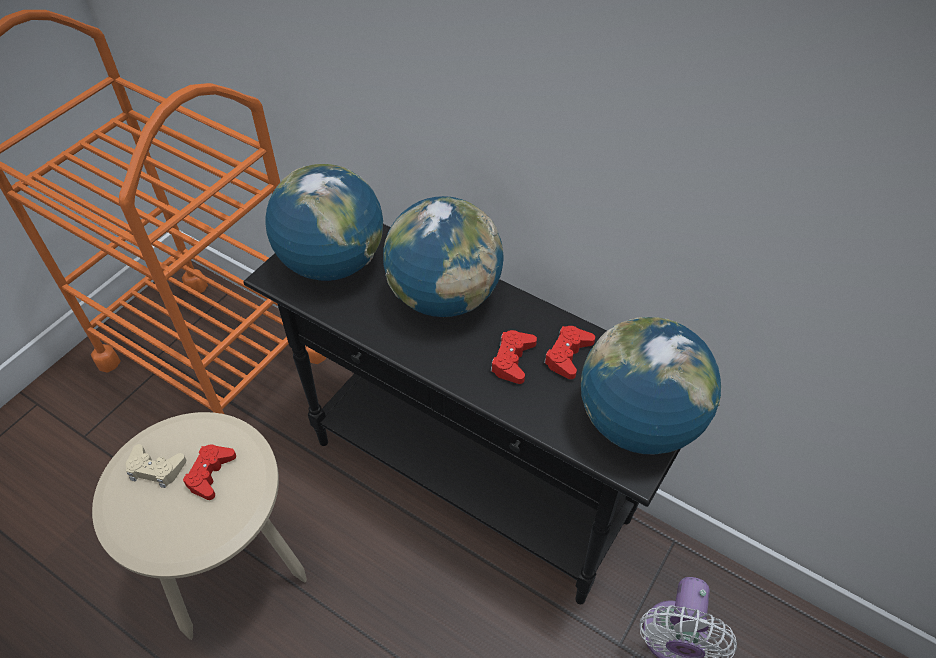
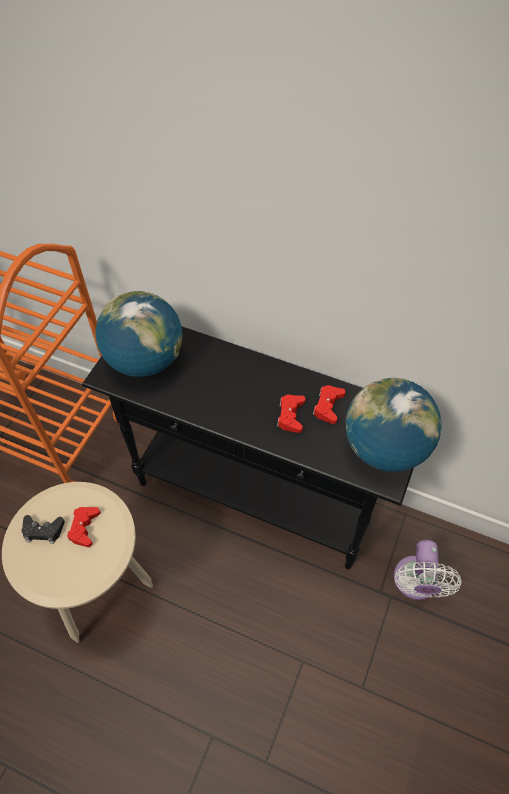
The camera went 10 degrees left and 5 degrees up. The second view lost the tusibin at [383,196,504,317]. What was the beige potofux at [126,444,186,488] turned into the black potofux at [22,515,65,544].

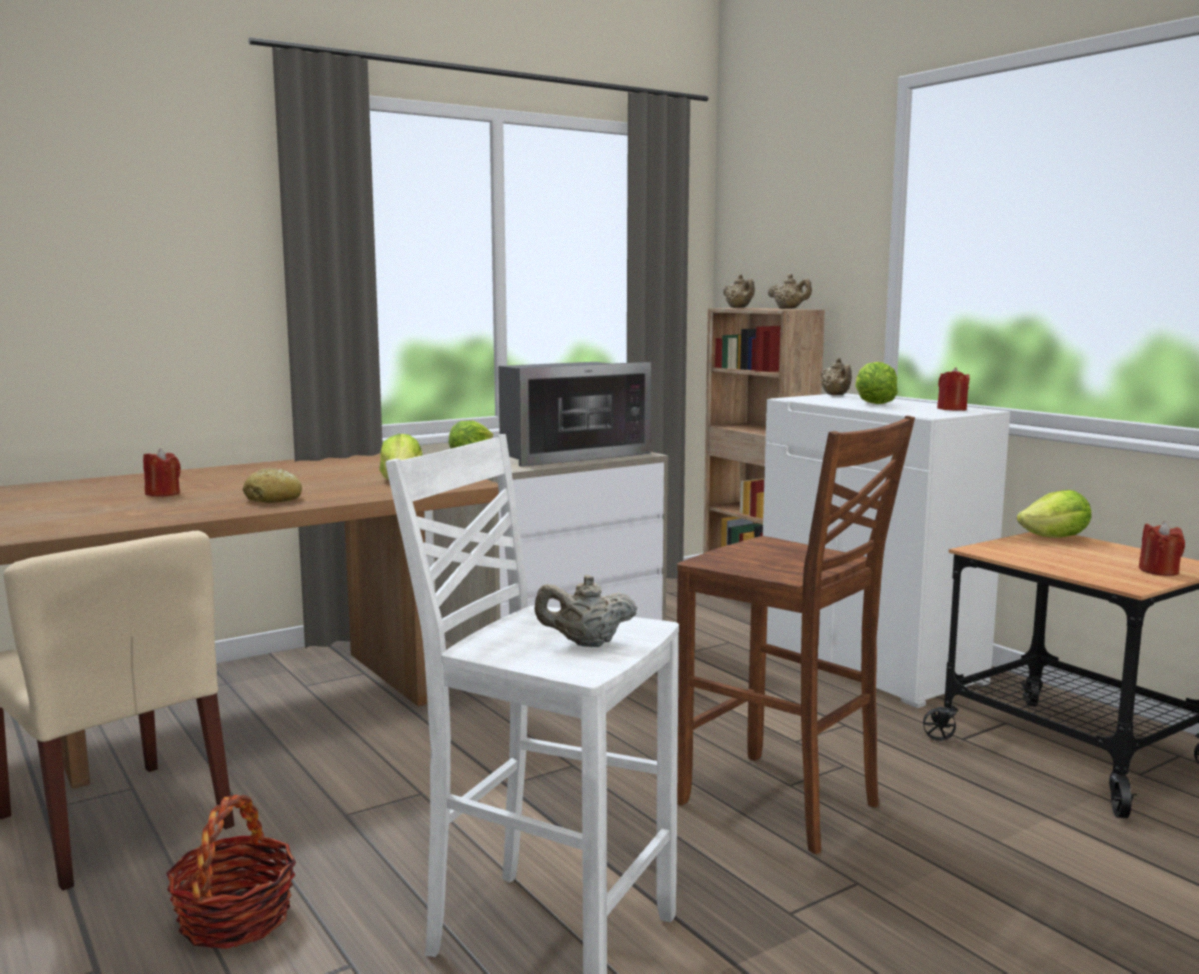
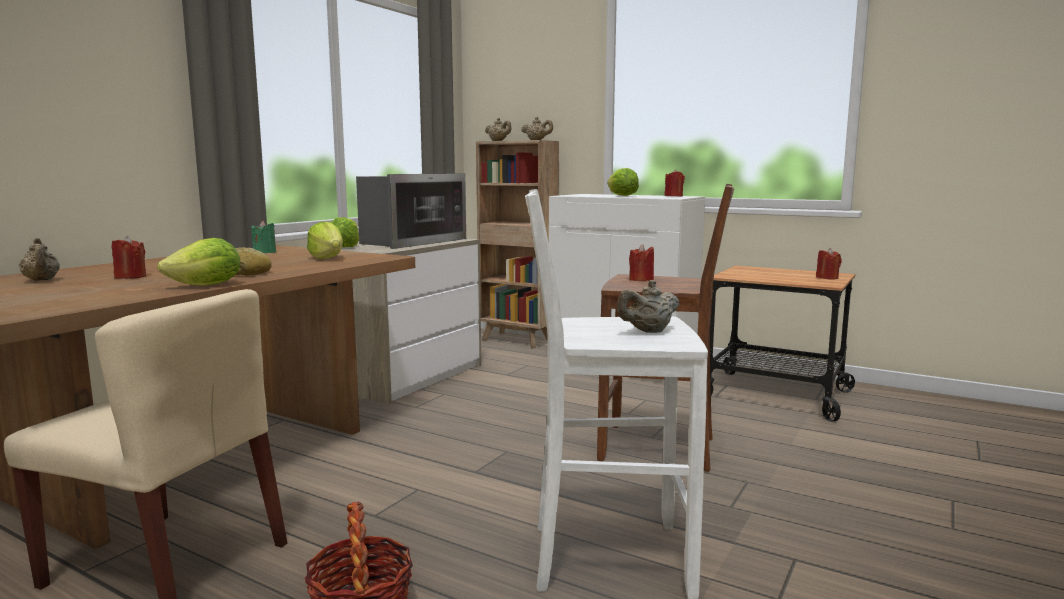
The camera went 25 degrees left and 0 degrees up. The second view gained the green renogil at [251,220,276,253]. The second view gained the red renogil at [629,244,654,281]. The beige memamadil ended up elsewhere, having gone from [821,358,852,395] to [18,238,60,281]. The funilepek ended up elsewhere, having gone from [1017,490,1091,538] to [157,238,240,286].

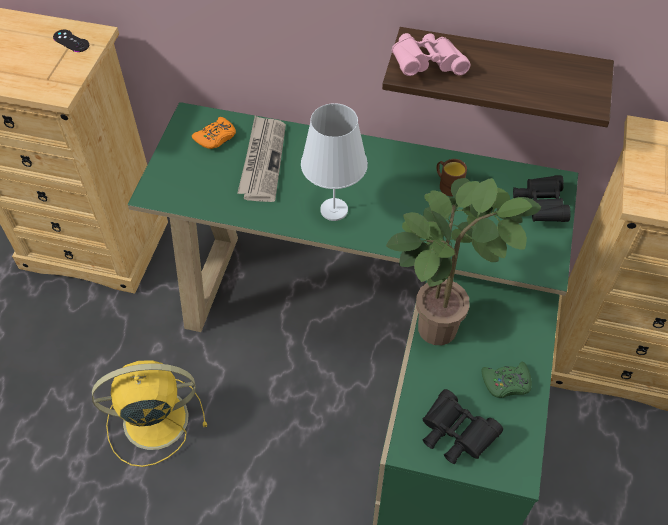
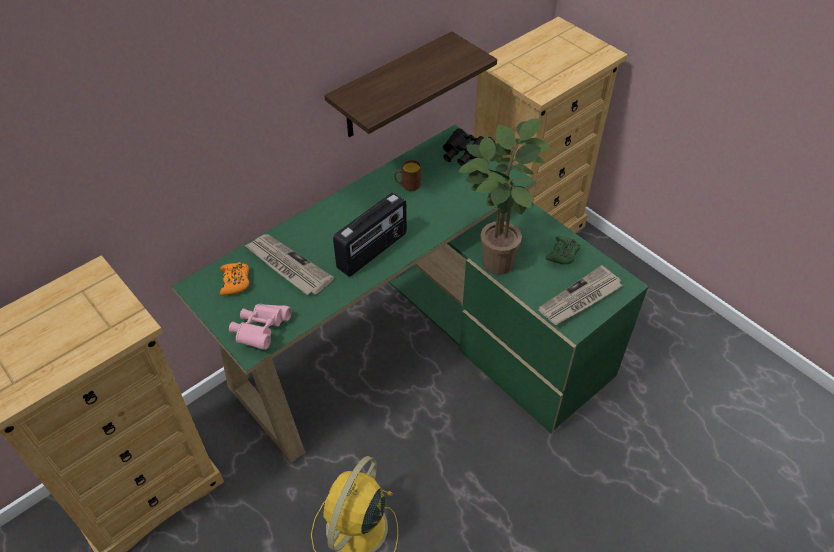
The camera went 55 degrees left and 5 degrees down. The second view lost the black potofux at [53,30,89,52]. The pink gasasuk ended up elsewhere, having gone from [392,33,470,76] to [229,304,292,350]. Where the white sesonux stood at [301,103,368,221], the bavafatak came to stand at [333,192,407,277]. Where the black gasasuk stood at [423,389,503,464], the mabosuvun came to stand at [538,265,623,325].

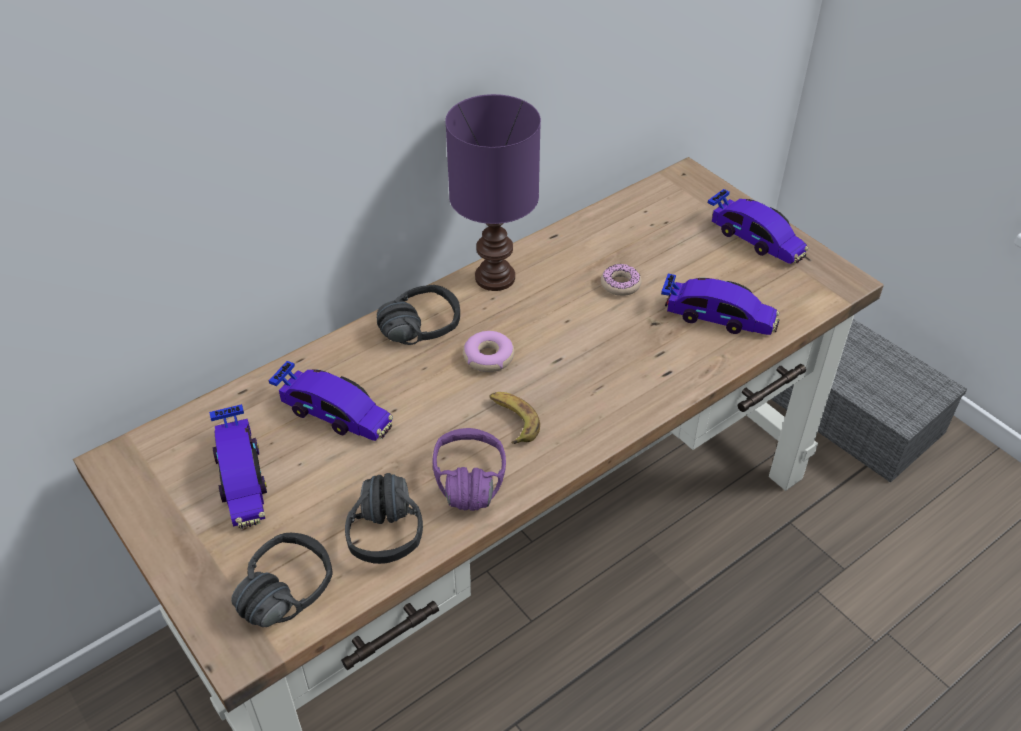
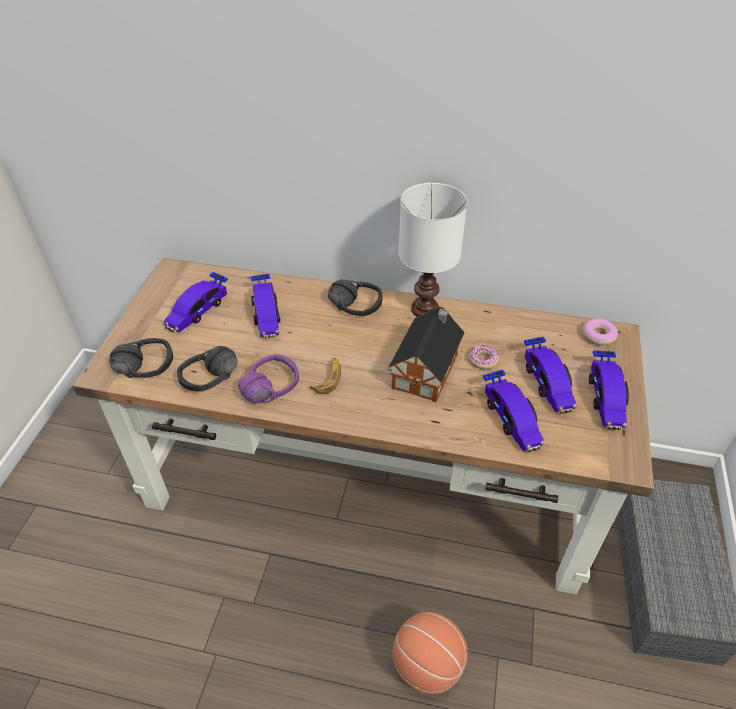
The camera went 50 degrees right and 0 degrees up. The second view gained the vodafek at [388,307,465,402]. The second view gained the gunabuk at [392,612,468,695]. The second view gained the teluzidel at [524,337,577,414]. The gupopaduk ended up elsewhere, having gone from [463,331,514,372] to [582,318,618,346]. What was the purple sesonux at [445,94,541,291] turned into the white sesonux at [398,183,468,317].

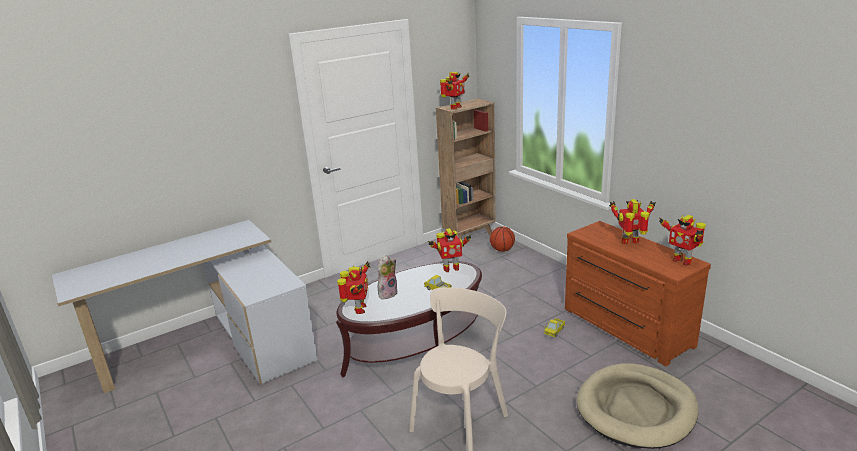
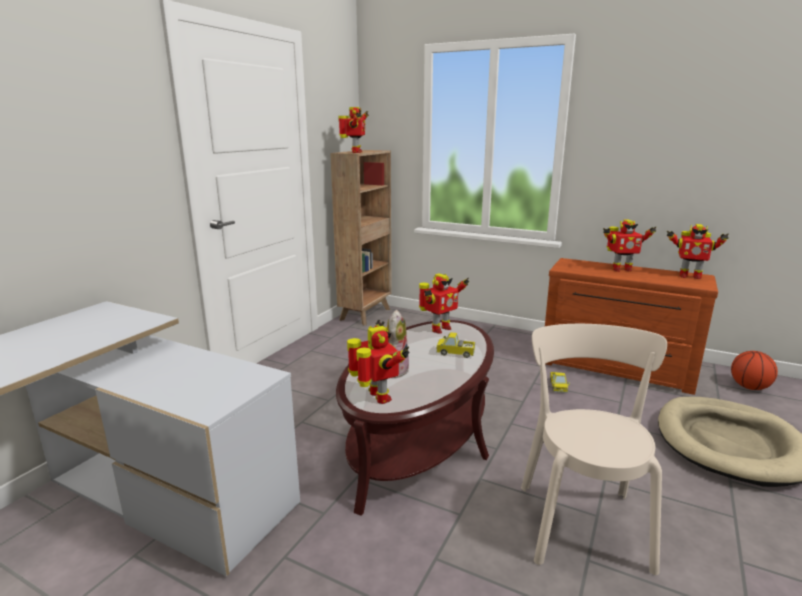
The camera went 30 degrees left and 5 degrees down. The gunabuk ended up elsewhere, having gone from [490,226,515,252] to [731,351,778,390]. The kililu at [609,199,656,244] ended up facing another way, 150 degrees counterclockwise from before.

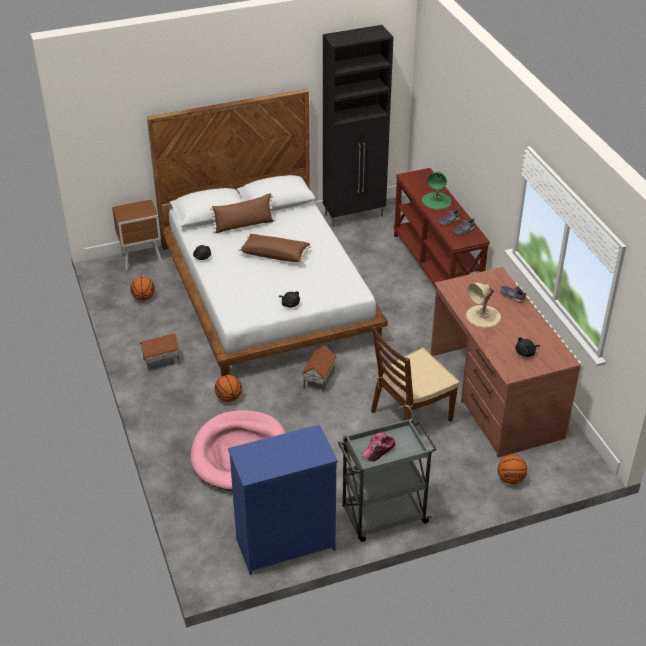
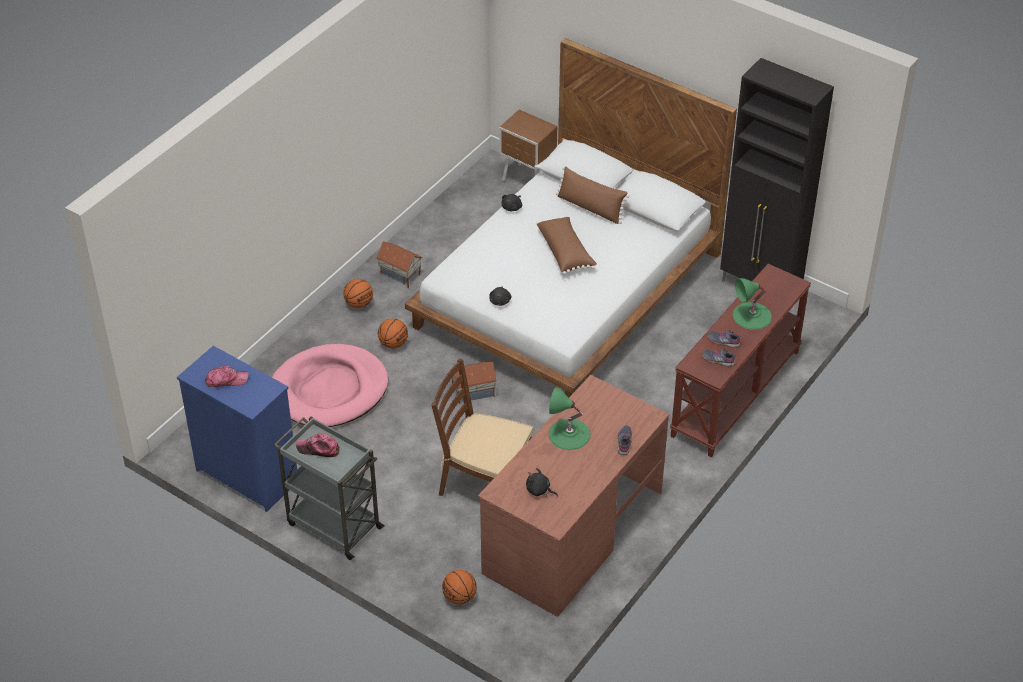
The camera went 55 degrees right and 5 degrees up. The second view gained the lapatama at [205,365,248,387]. The gunabuk ended up elsewhere, having gone from [130,276,155,301] to [343,279,373,308]. What was the beige sesonux at [466,283,501,327] turned into the green sesonux at [549,387,591,450].

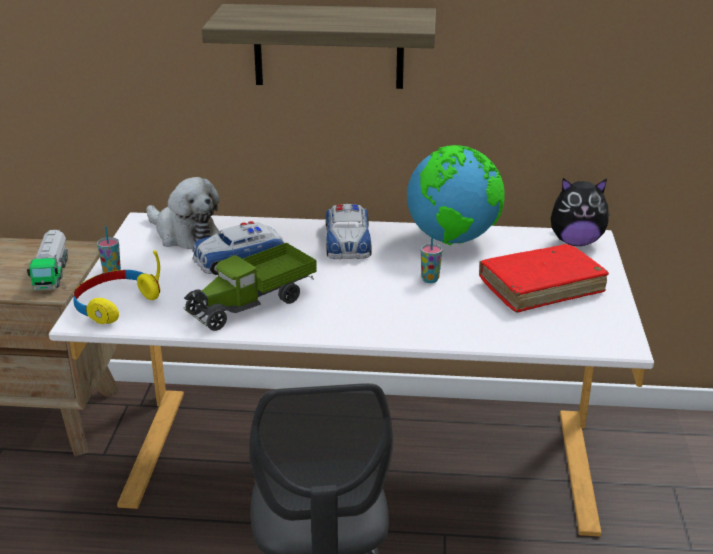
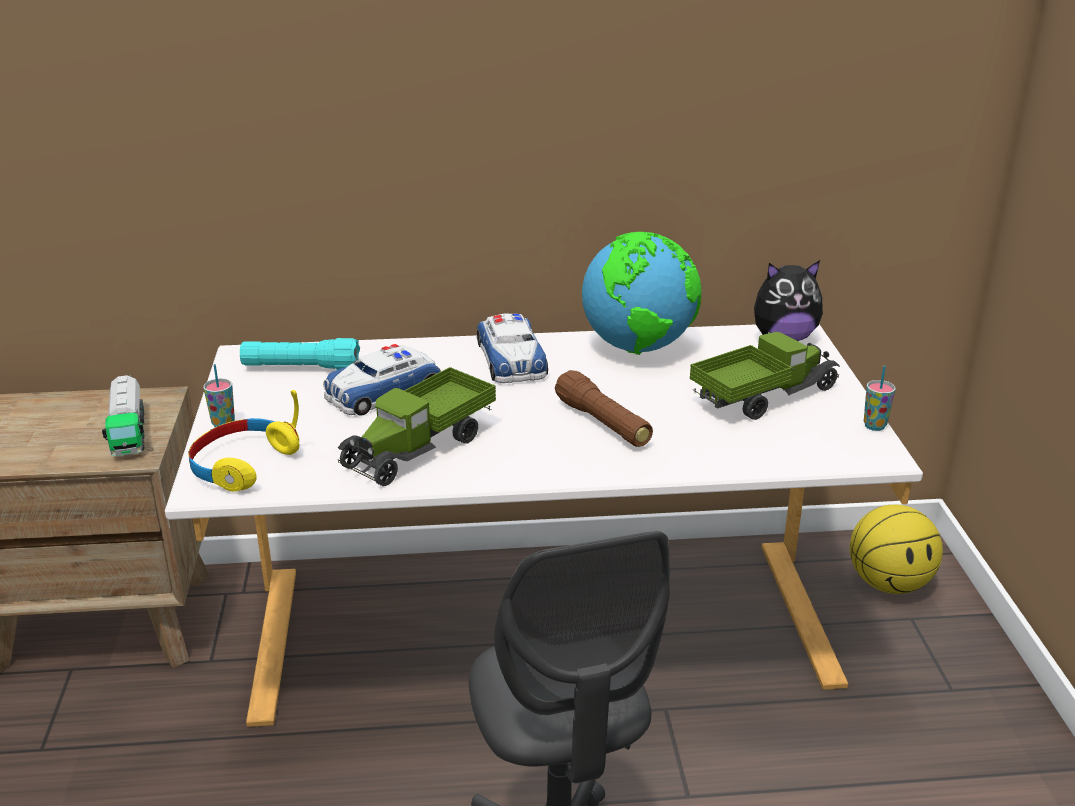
The camera went 10 degrees left and 0 degrees up. The second view lost the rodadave at [202,4,436,89]. The second view gained the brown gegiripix at [555,370,653,447]. The second view gained the gunabuk at [850,505,943,594]. The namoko ended up elsewhere, having gone from [421,232,443,283] to [864,366,896,431]. Where the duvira stood at [146,177,220,249], the turquoise gegiripix came to stand at [240,338,360,370]. Where the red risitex stood at [479,244,609,313], the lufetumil came to stand at [690,332,840,420].

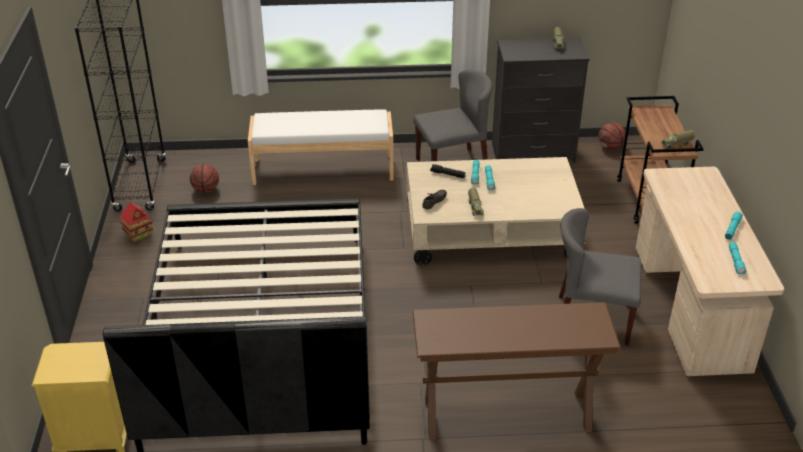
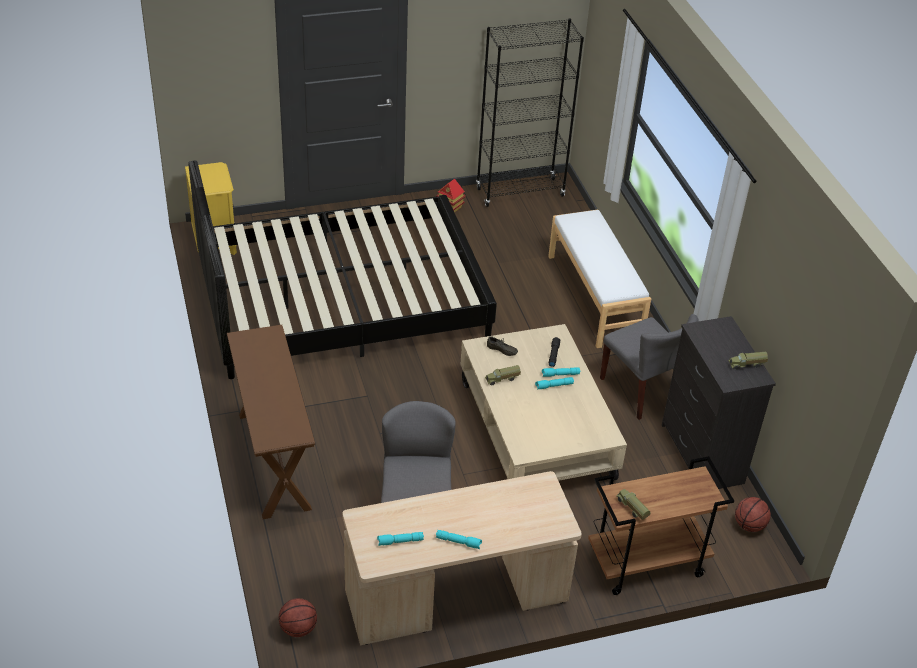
The camera went 75 degrees right and 5 degrees up. The gunabuk ended up elsewhere, having gone from [190,164,219,193] to [279,598,317,637].

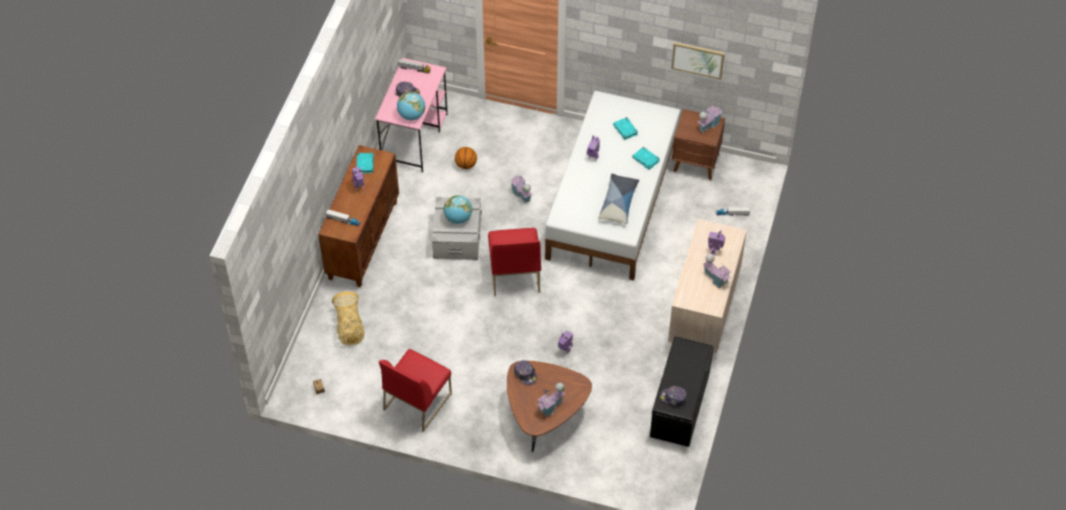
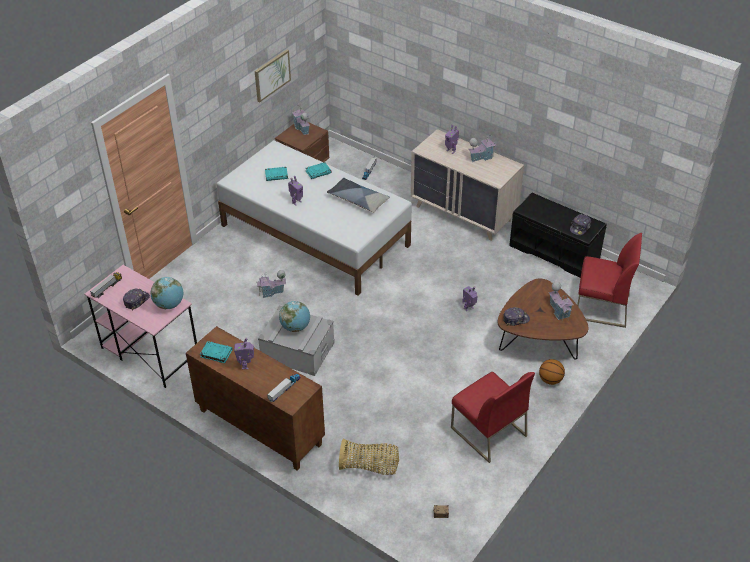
The camera went 70 degrees left and 10 degrees down. The gunabuk ended up elsewhere, having gone from [455,147,477,169] to [539,359,565,385]. The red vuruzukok ended up elsewhere, having gone from [488,228,541,296] to [577,233,642,328].

